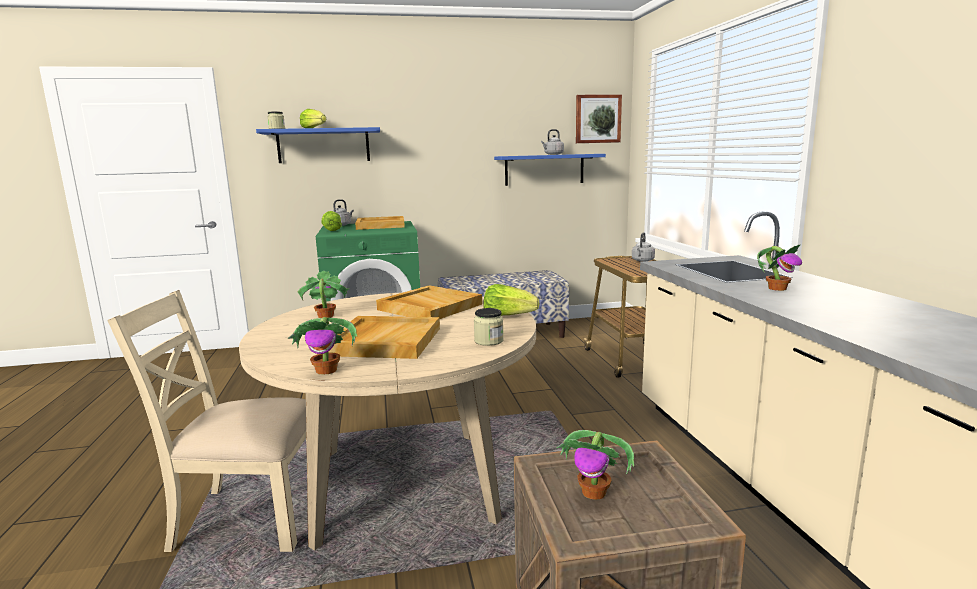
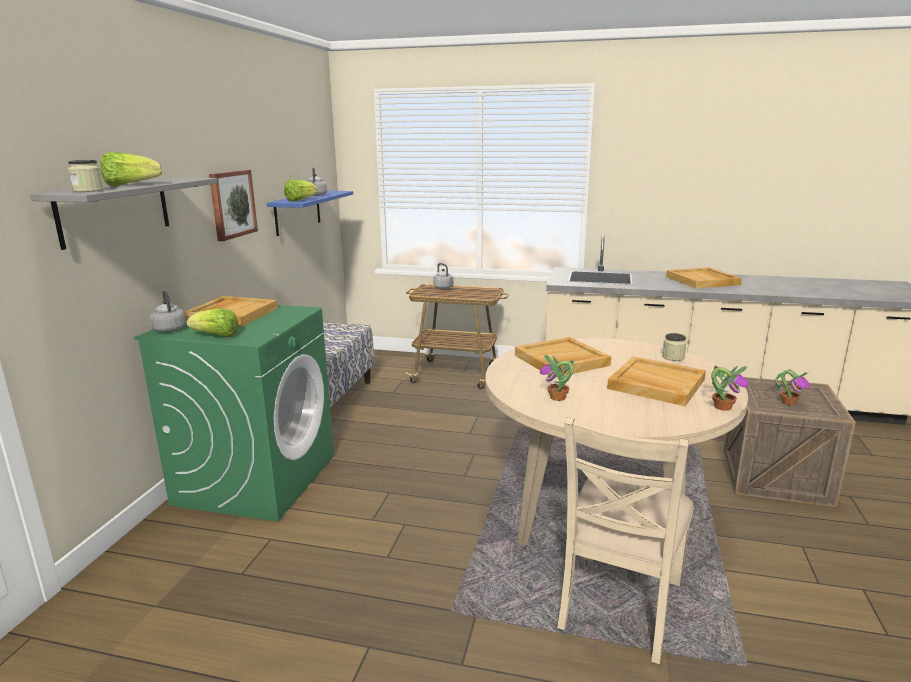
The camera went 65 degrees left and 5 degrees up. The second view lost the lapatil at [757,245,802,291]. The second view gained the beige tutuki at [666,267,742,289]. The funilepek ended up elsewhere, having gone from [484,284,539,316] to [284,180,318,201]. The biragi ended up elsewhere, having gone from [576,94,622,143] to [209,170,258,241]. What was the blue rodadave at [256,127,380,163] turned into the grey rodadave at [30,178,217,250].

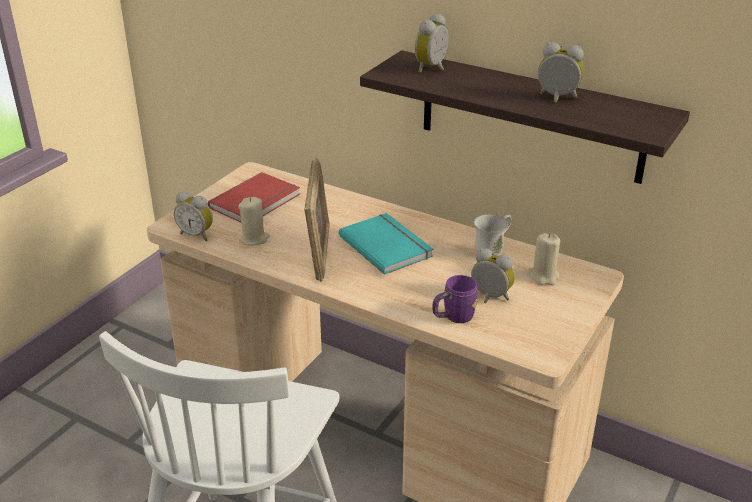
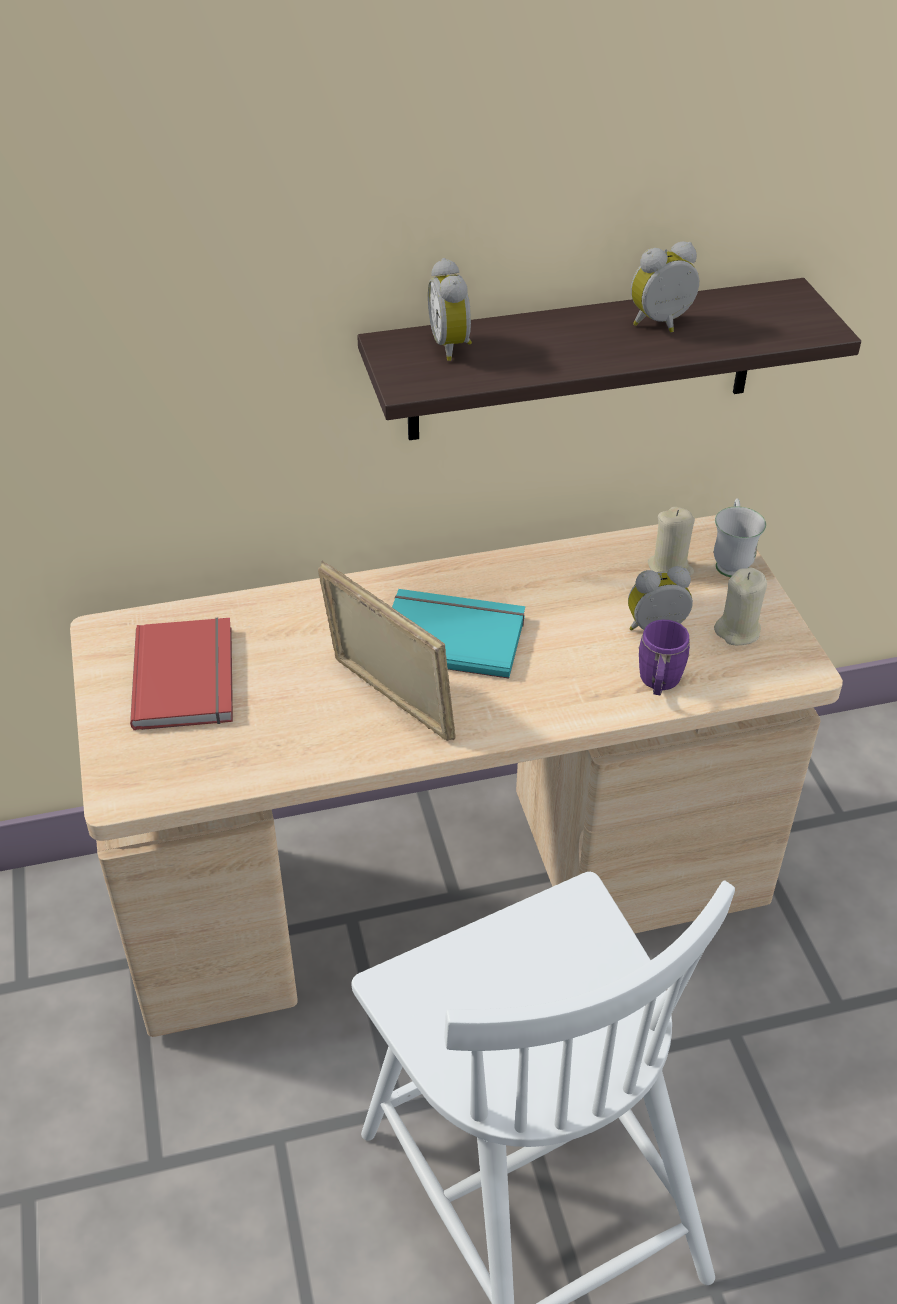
The camera went 45 degrees left and 10 degrees up. The second view lost the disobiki at [174,192,213,241]. The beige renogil ended up elsewhere, having gone from [238,197,269,245] to [714,568,767,645]. The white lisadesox ended up elsewhere, having gone from [474,214,511,255] to [714,498,766,577].

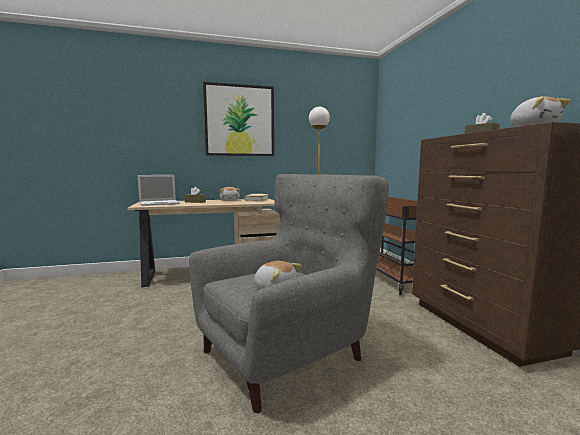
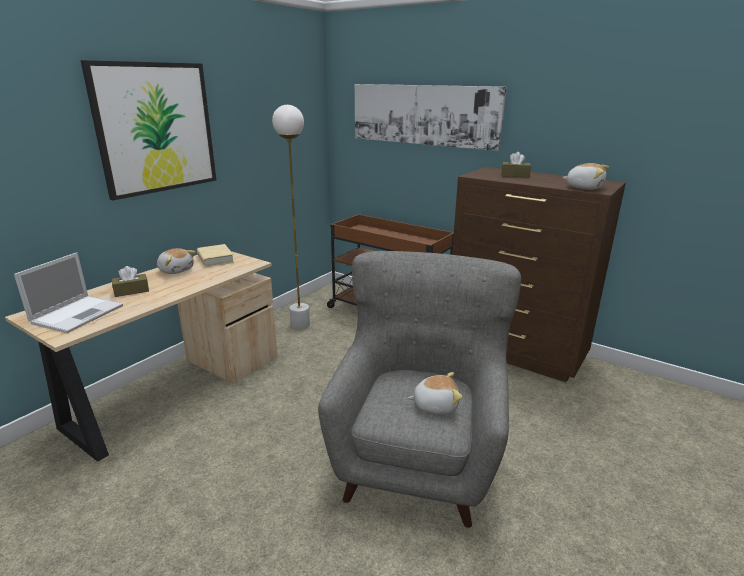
The camera went 40 degrees left and 15 degrees up. The second view gained the biragi at [355,84,506,151].

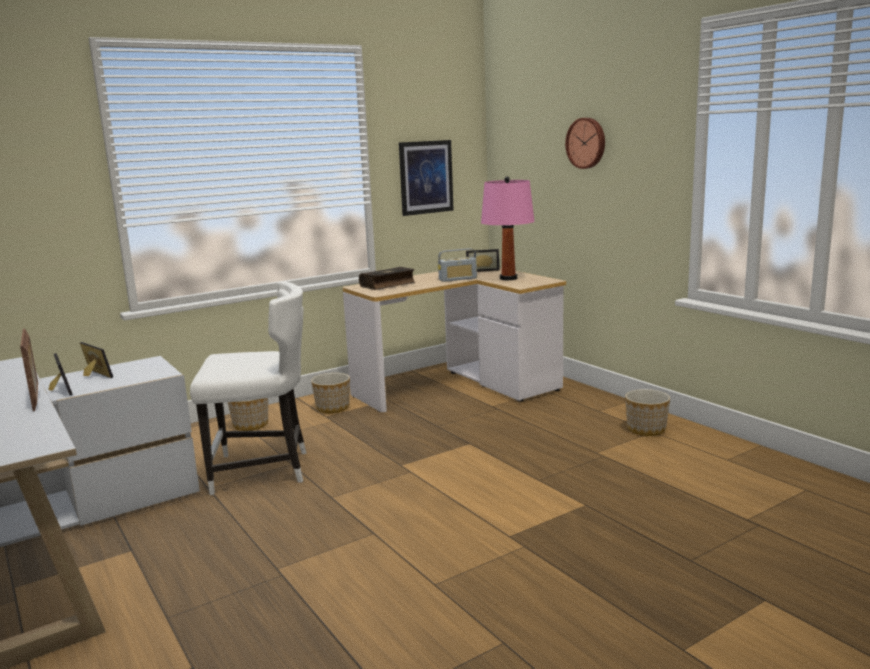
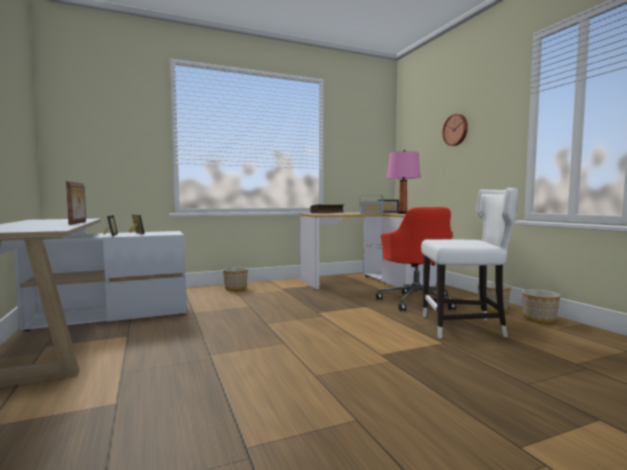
The camera went 10 degrees right and 10 degrees down. The second view lost the biragi at [399,140,454,216]. The second view gained the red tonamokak at [376,207,456,311]. The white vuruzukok ended up elsewhere, having gone from [190,281,307,495] to [421,188,518,338]. The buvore ended up elsewhere, having gone from [311,373,350,414] to [522,289,561,324].

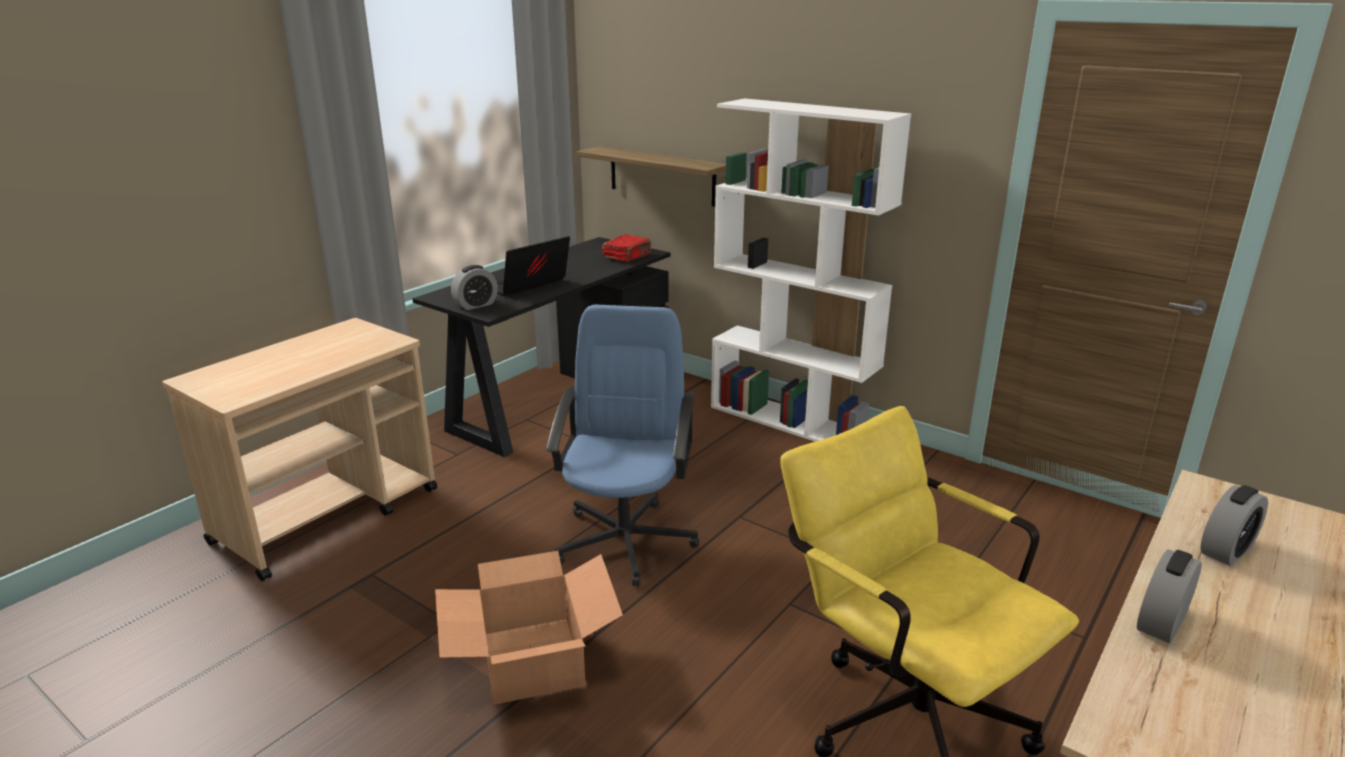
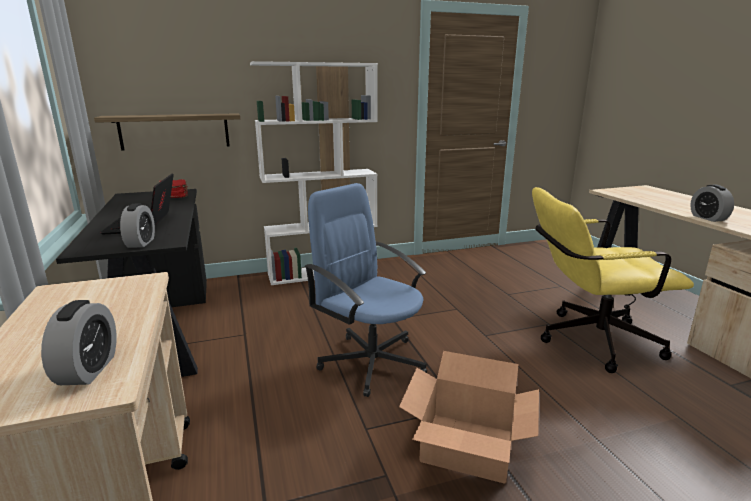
The camera went 55 degrees left and 5 degrees down. The disobiki ended up elsewhere, having gone from [1200,485,1268,566] to [41,300,116,385].

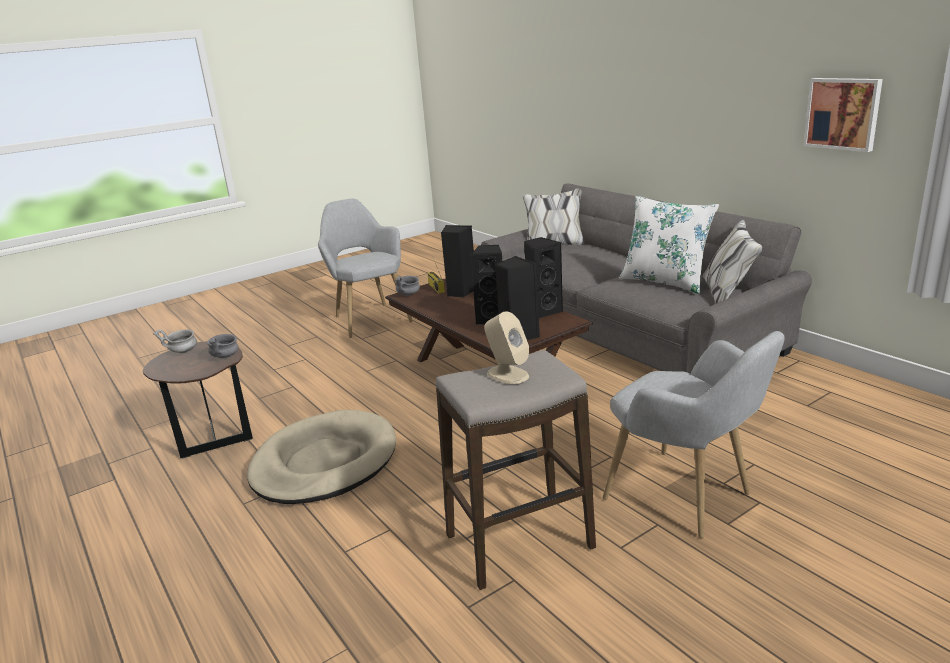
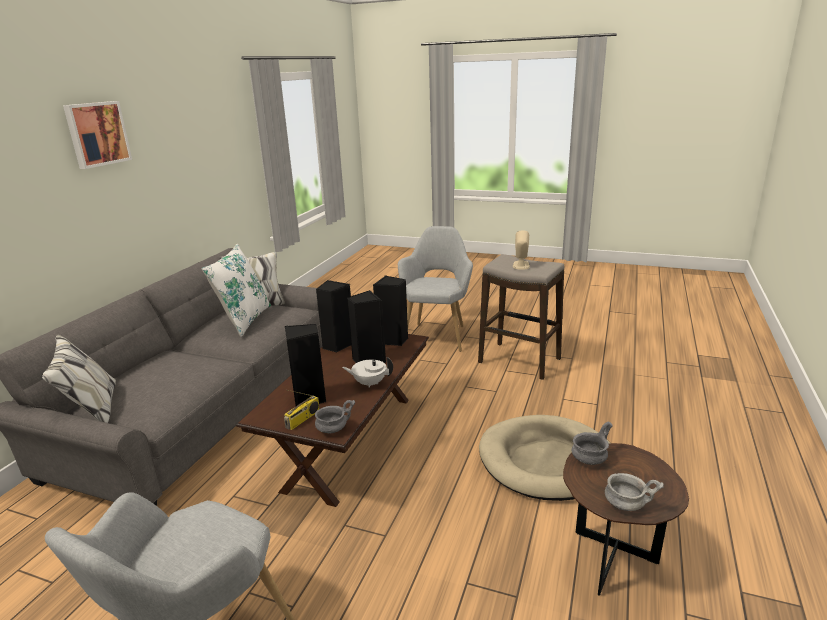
The camera went 125 degrees left and 0 degrees up. The second view gained the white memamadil at [342,357,393,388]. The biragi ended up elsewhere, having gone from [804,78,883,152] to [63,101,132,169].

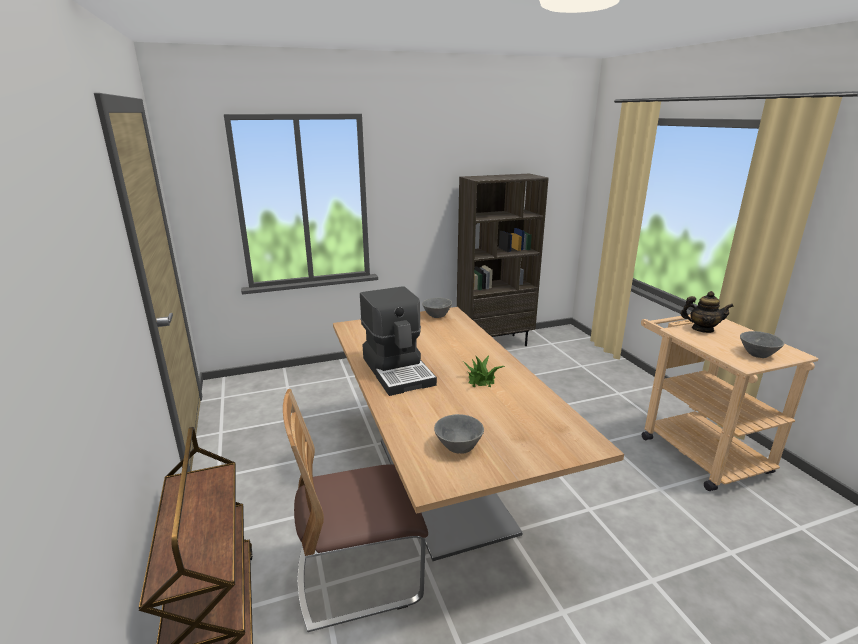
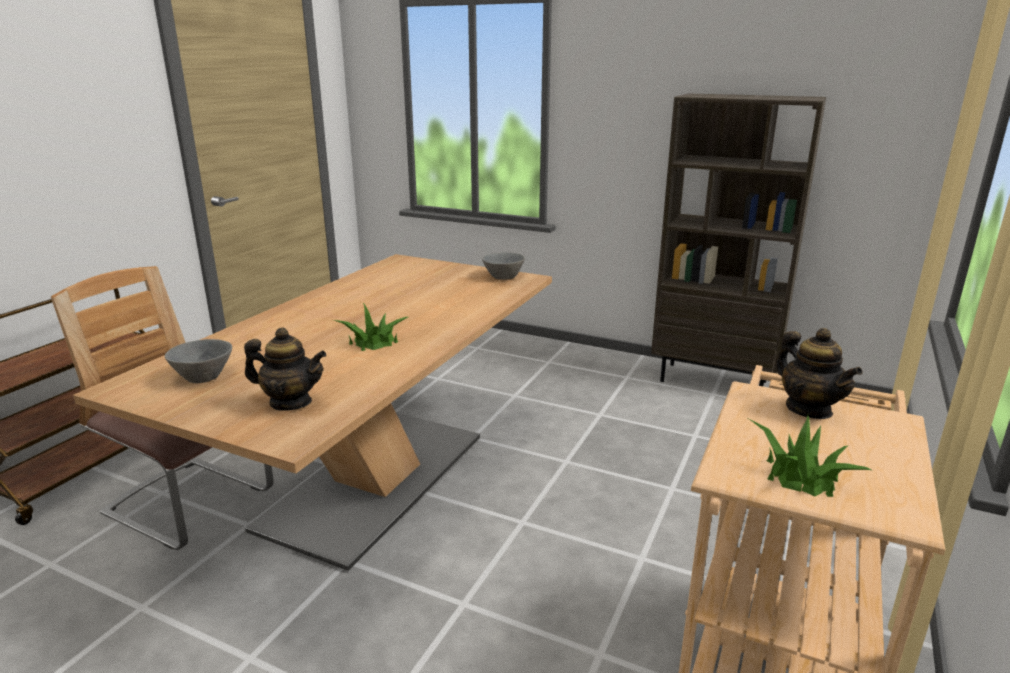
The camera went 45 degrees right and 0 degrees up. The second view lost the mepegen at [360,286,437,396]. The second view gained the memamadil at [244,327,326,411]. Where the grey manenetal stood at [740,331,784,358], the lapatil came to stand at [749,415,872,497].

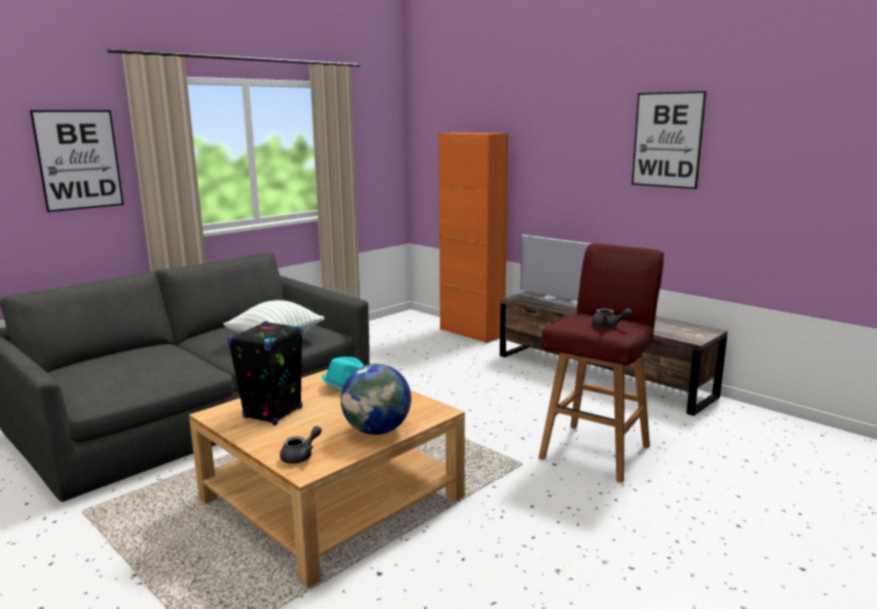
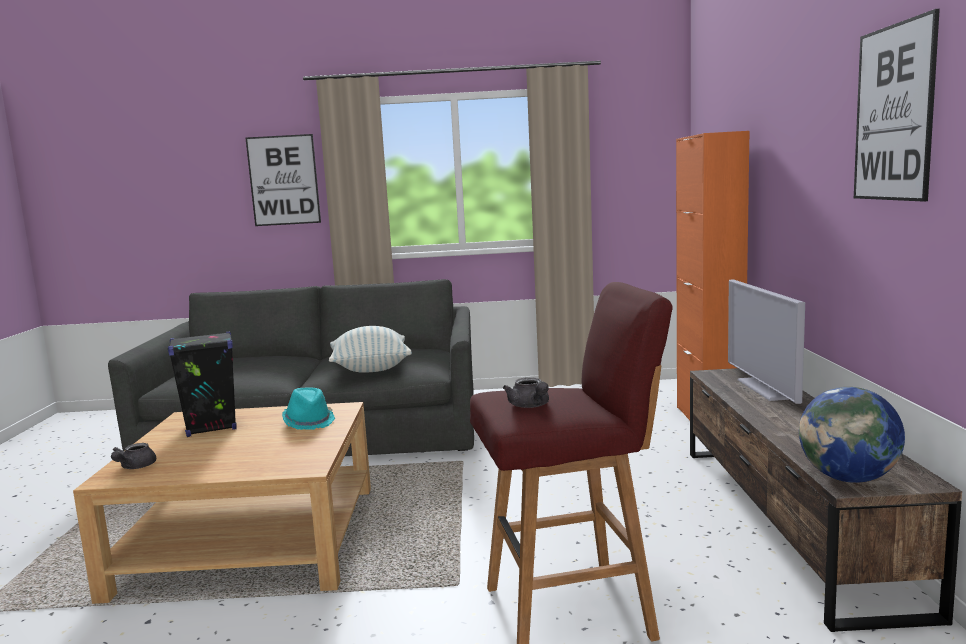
The camera went 45 degrees right and 5 degrees down. The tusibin ended up elsewhere, having gone from [341,364,411,435] to [799,387,905,483]. The grey memamadil at [280,426,322,464] ended up facing another way, 105 degrees clockwise from before.

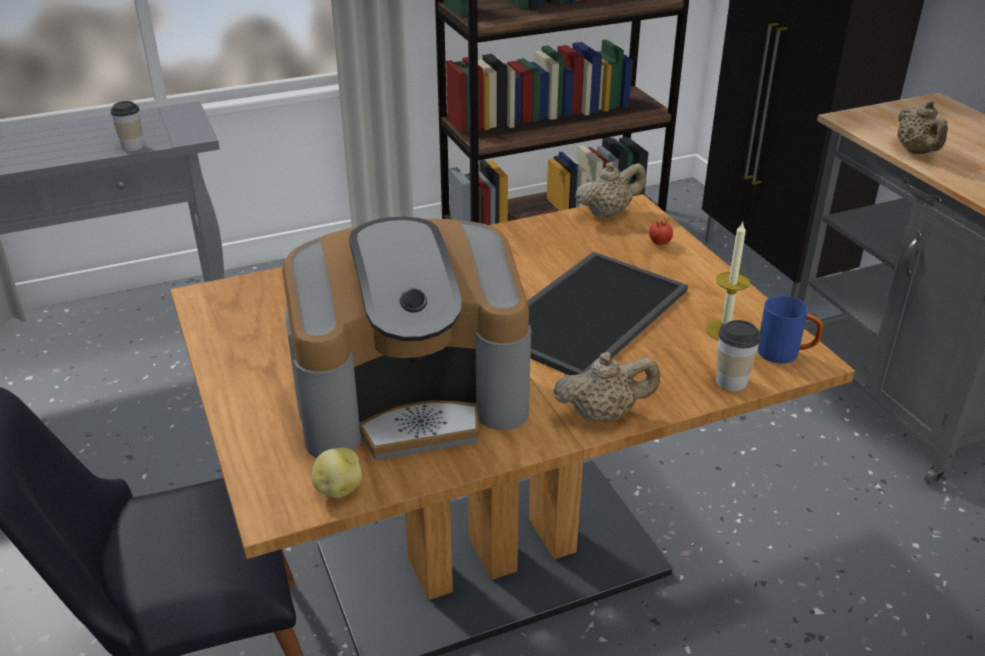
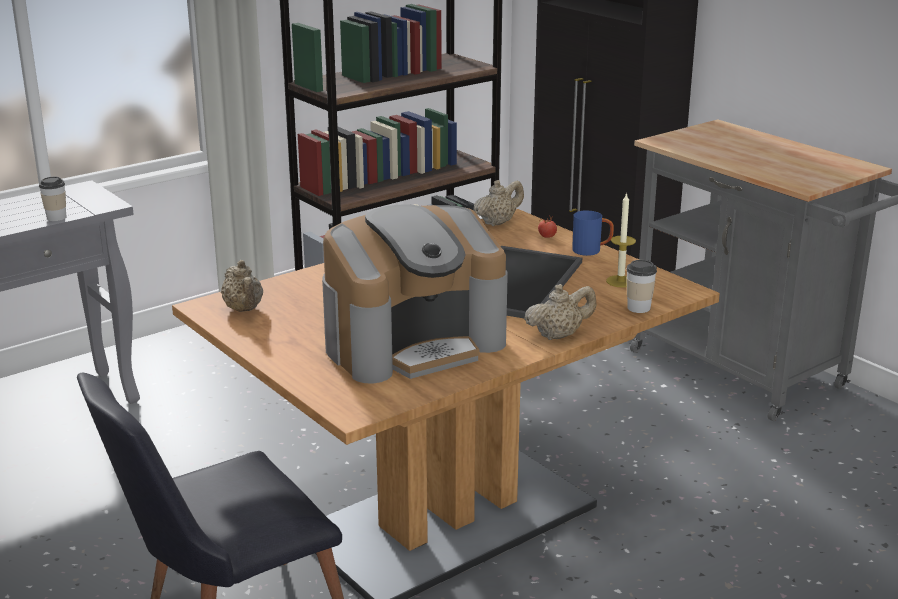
The camera went 15 degrees left and 10 degrees down. The second view lost the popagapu at [312,448,362,498]. The blue lisadesox ended up elsewhere, having gone from [758,296,823,364] to [572,211,614,256]. The beige memamadil ended up elsewhere, having gone from [897,100,948,154] to [221,260,263,312].

